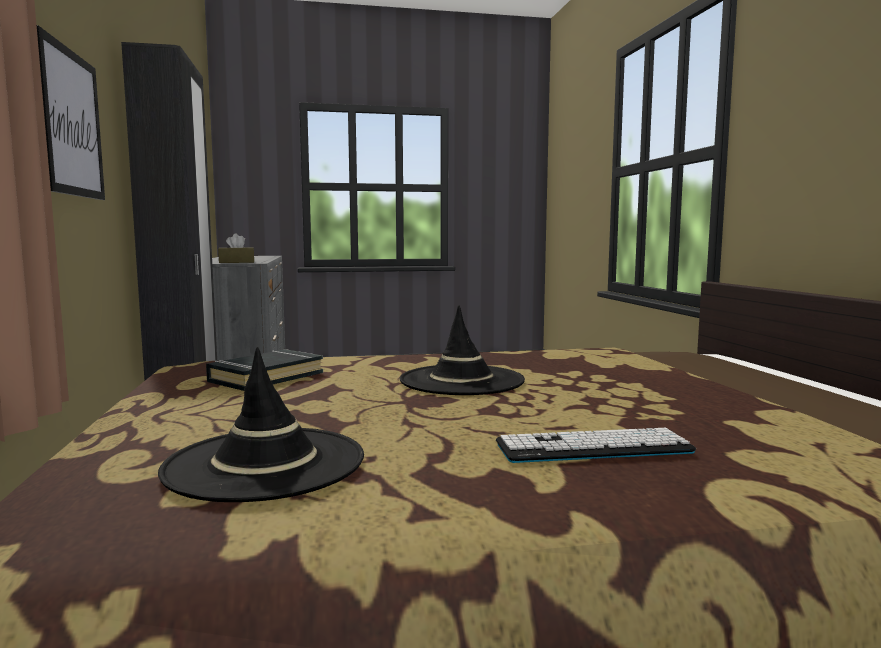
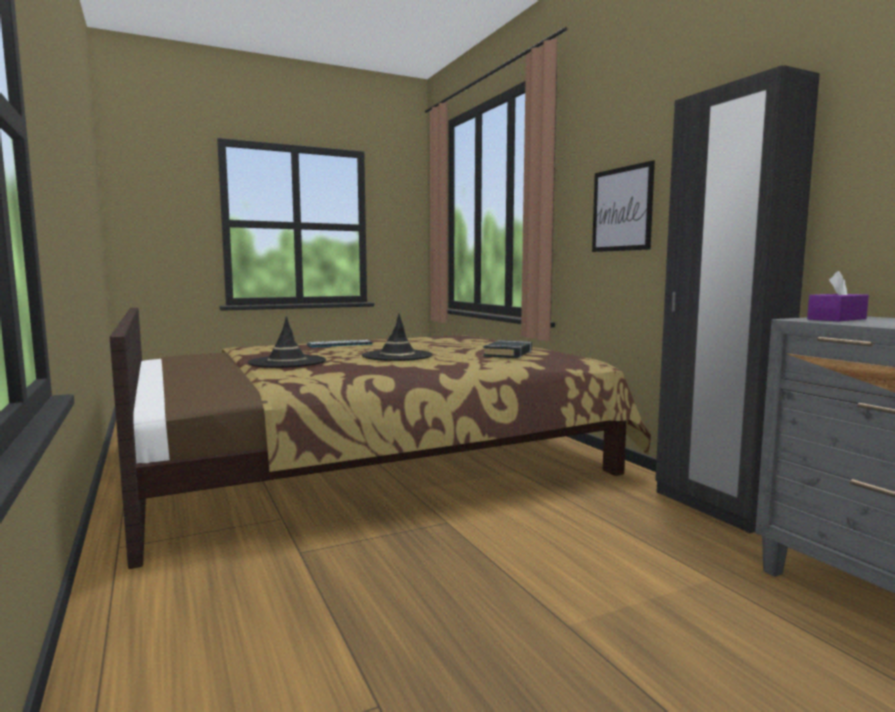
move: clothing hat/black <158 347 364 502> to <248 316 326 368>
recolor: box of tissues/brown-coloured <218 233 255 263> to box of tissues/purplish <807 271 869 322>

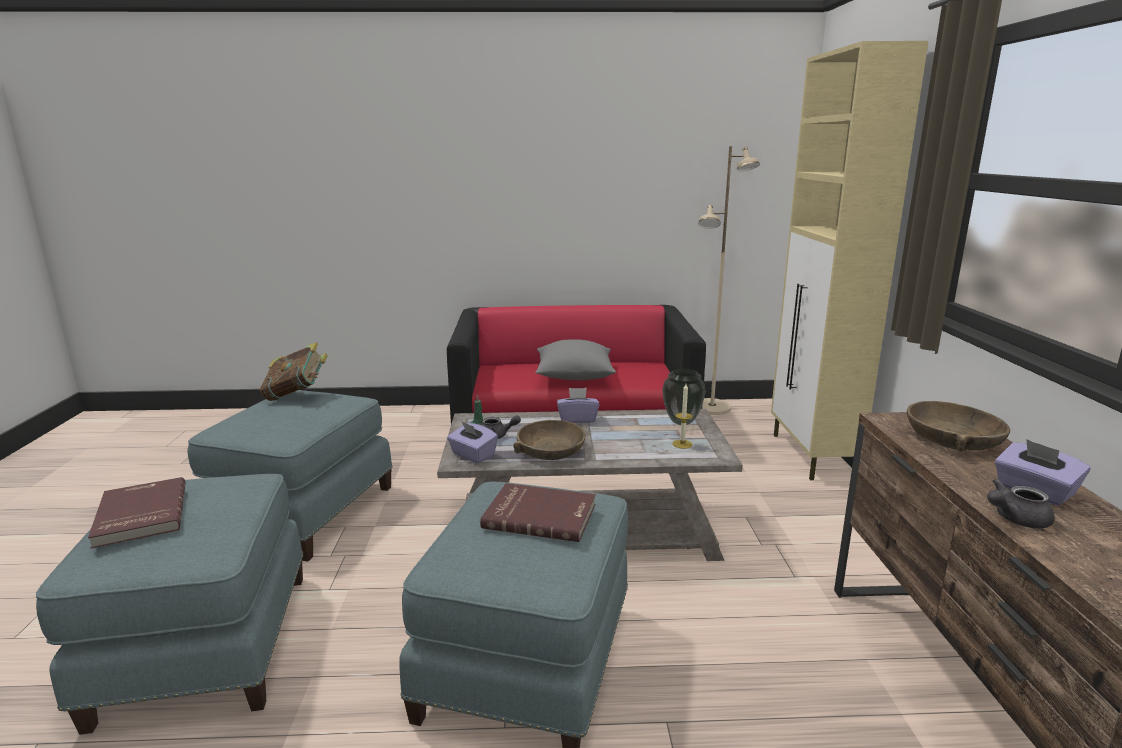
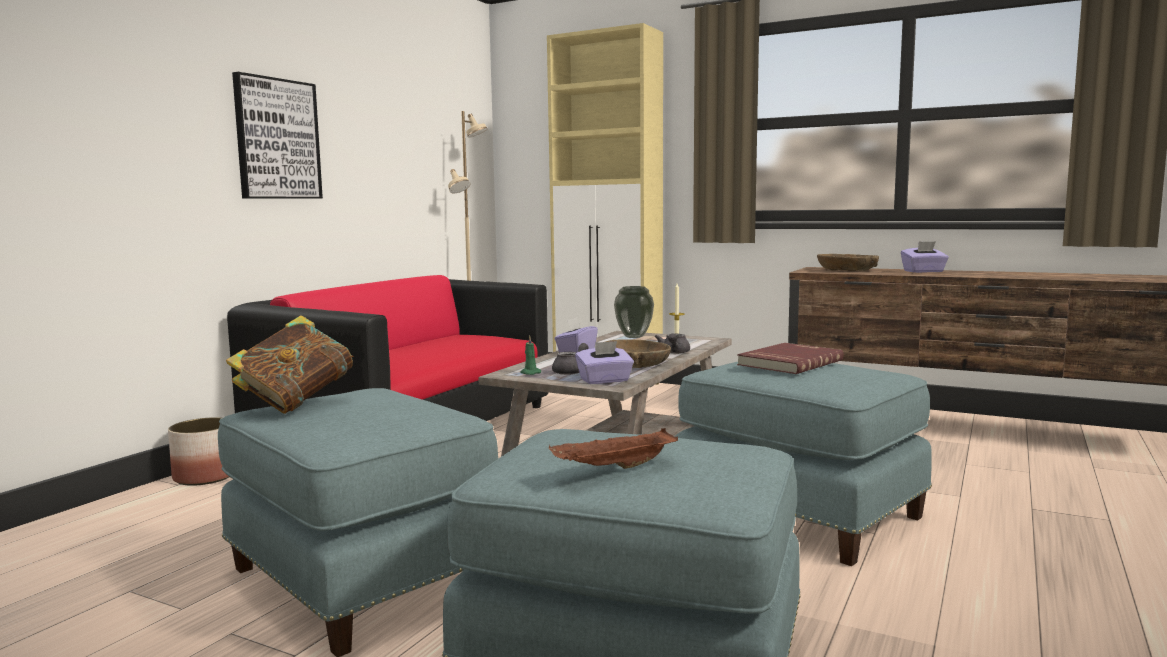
delete: pillow/grey <535 339 616 380>
insert: plant pot <168 417 229 486>; picture <232 72 323 199>
move: teapot/grey <987 479 1055 528> to <655 333 690 354>
replace: bound book/red-coloured <88 477 185 548> to serving tray/brown-coloured <549 428 678 469>

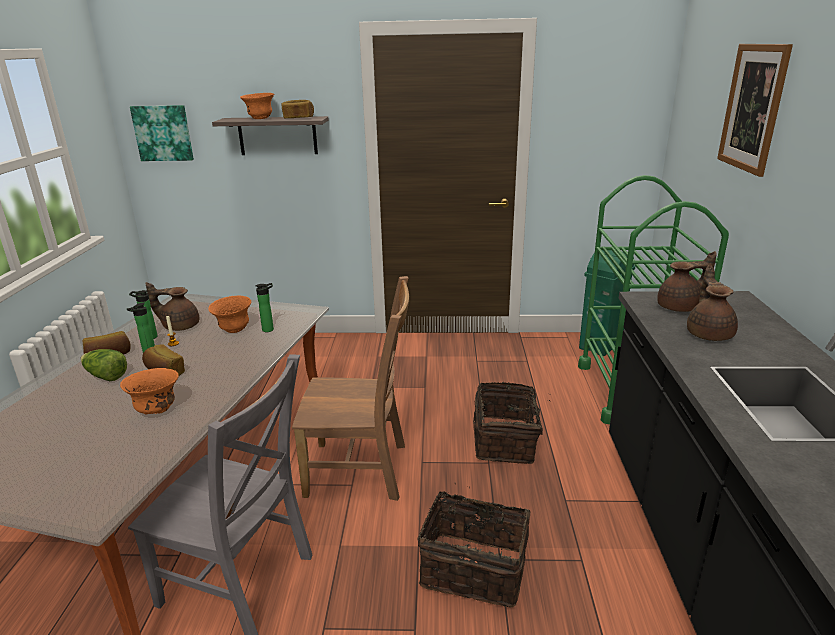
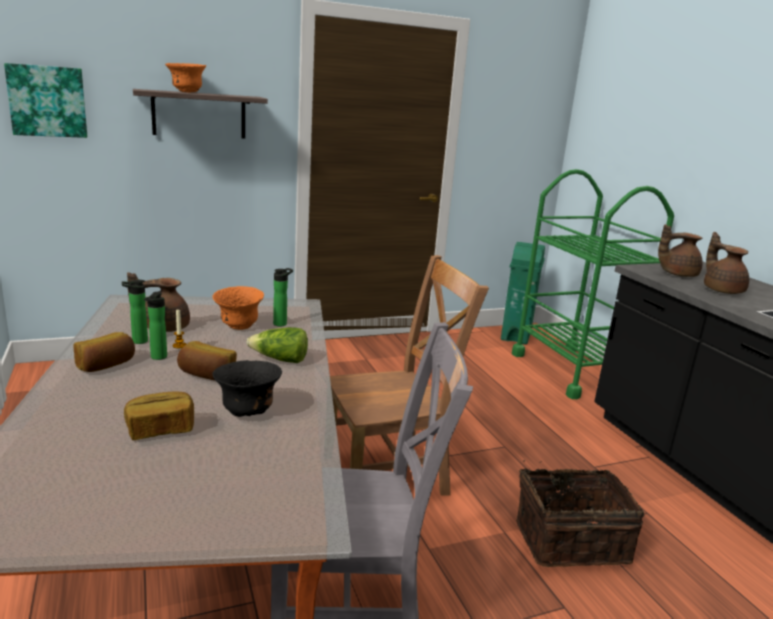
delete: storage basket <473 382 550 464>; picture <717 44 793 177>
move: lettuce head <80 349 127 381> to <246 327 308 363>; bakery bread <282 100 314 119> to <124 391 194 440>
recolor: deep dish/orange-coloured <120 368 179 414> to deep dish/black <212 360 282 417>
rotate: teapot/brown-coloured <657 251 717 312> = <658 224 703 277> 150 degrees counterclockwise

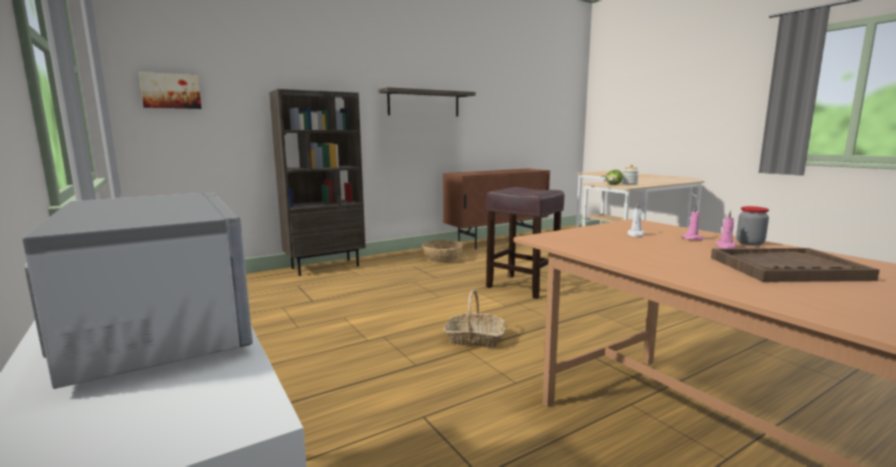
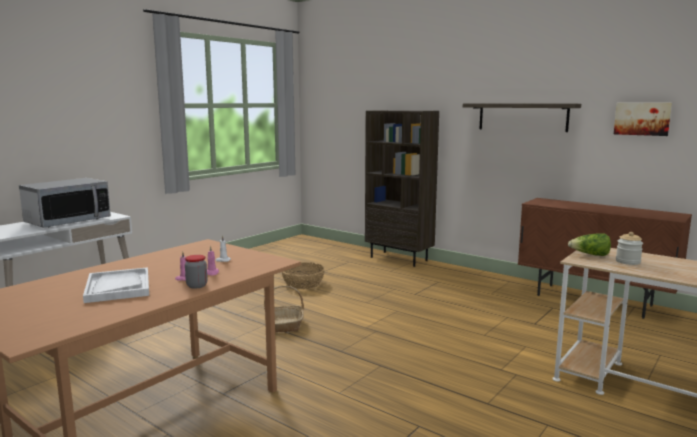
delete: stool/brown-coloured <486 187 565 299>
move: picture <139 72 202 109> to <614 103 672 136>; storage basket <422 240 463 263> to <282 262 325 289>
recolor: serving tray/brown-coloured <711 248 880 282> to serving tray/white-coloured <83 267 149 303>

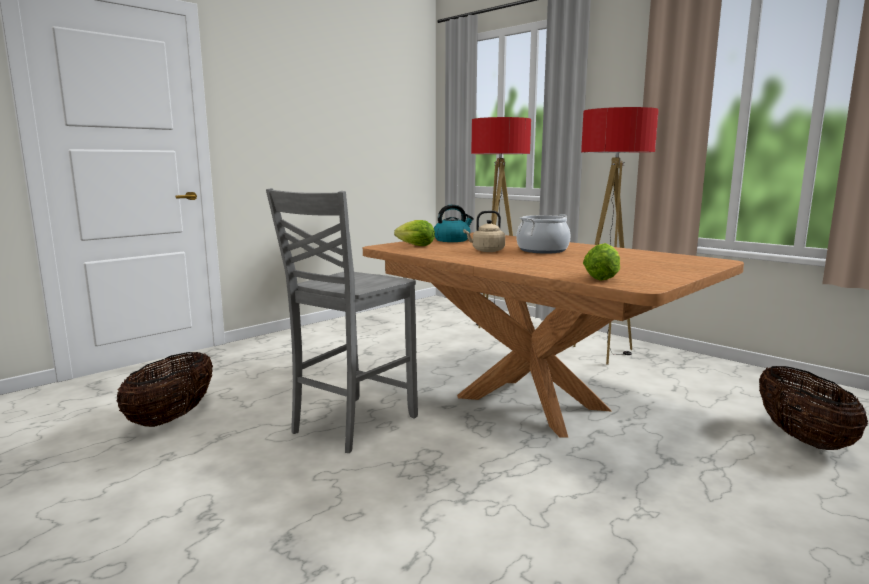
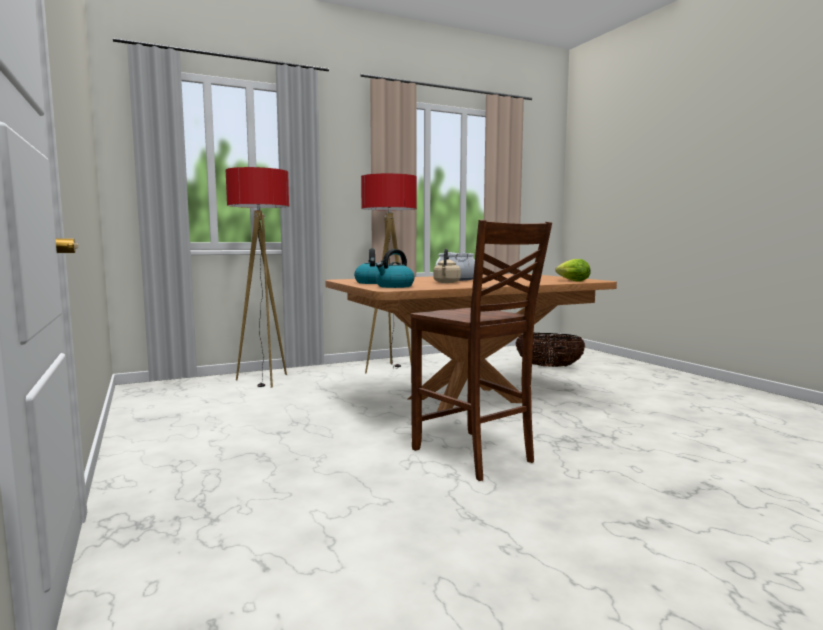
delete: storage basket <117 352 213 427>
replace: lettuce head <394 220 435 246> to kettle <375 249 415 288>
recolor: upright chair/grey <266 188 418 453> to upright chair/brown-coloured <410 220 552 481>

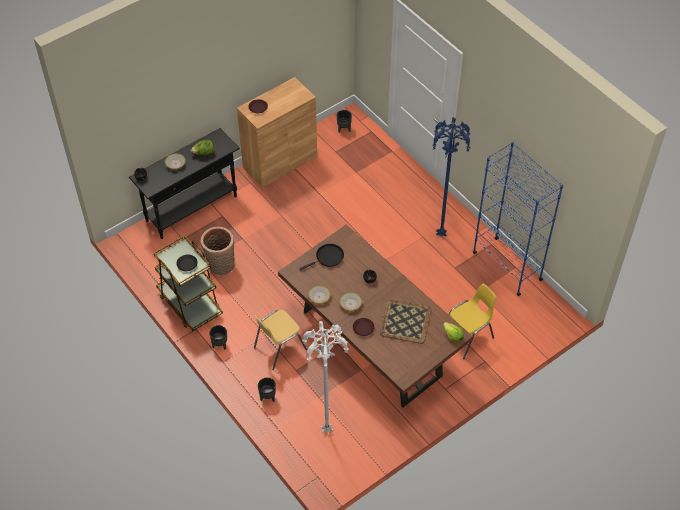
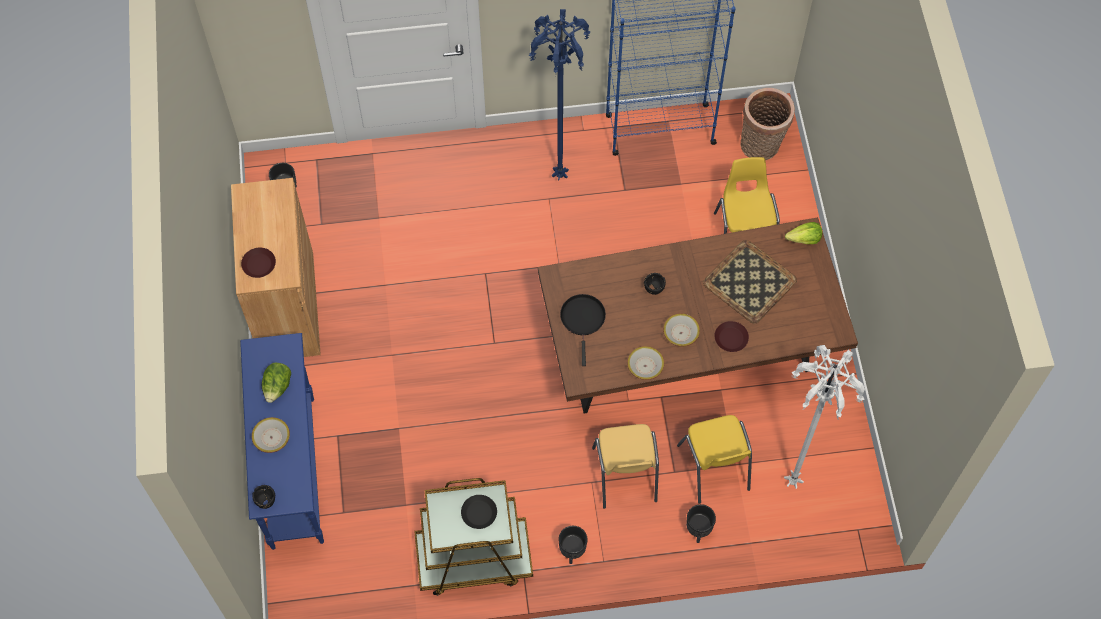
insert: upright chair/yellow <677 415 752 504>
move: storage basket <201 226 235 275> to <741 88 795 160>
recolor: hall table/black <129 128 240 239> to hall table/blue <240 333 324 550>

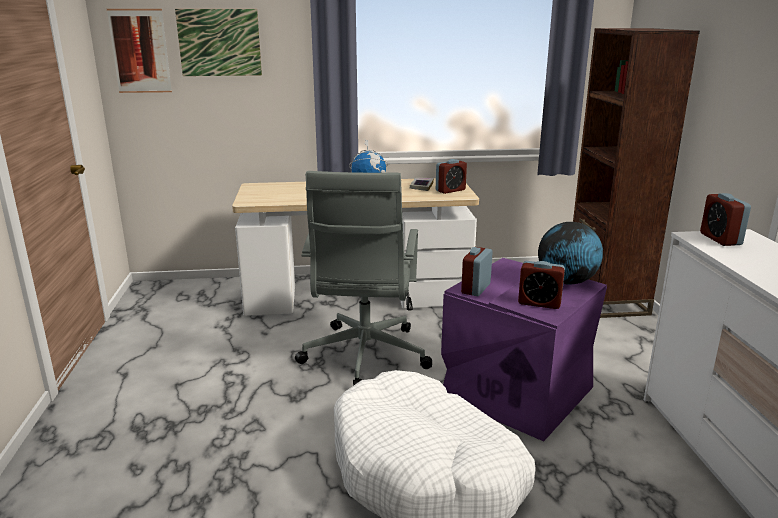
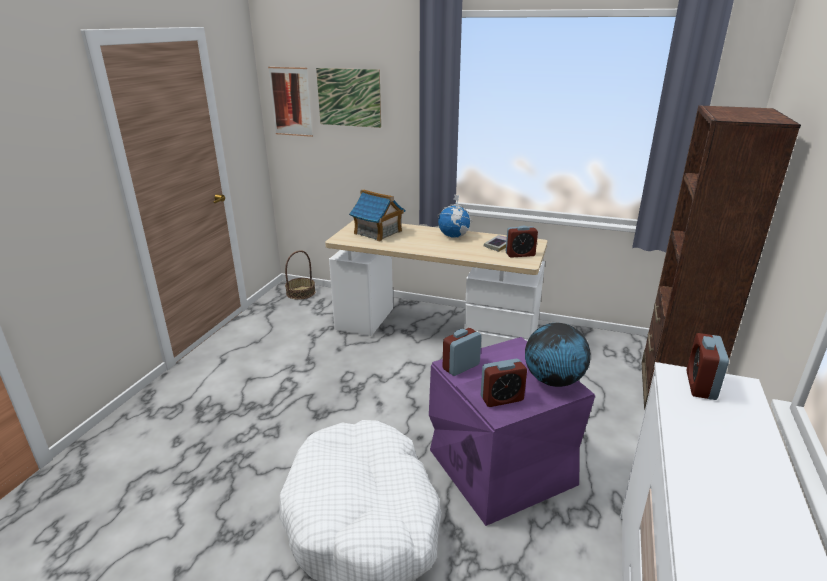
delete: computer chair/grey <295 171 432 386>
insert: storage basket <285 250 316 300>; miniature house <349 189 405 242>
rotate: alarm clock <518 261 565 309> = <481 359 527 407> 60 degrees counterclockwise

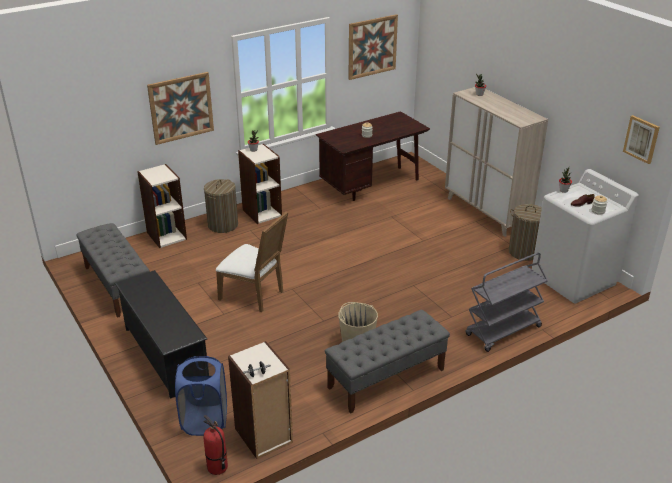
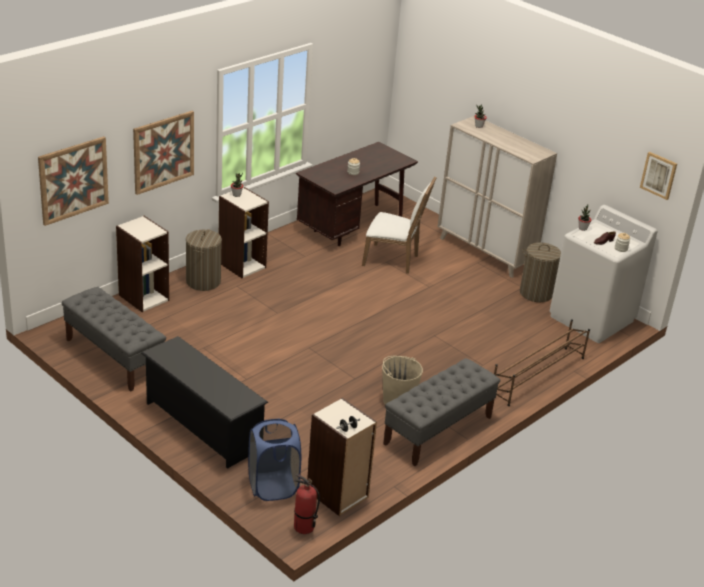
move: upright chair/white-coloured <216 211 288 312> to <362 177 437 274>; picture <349 14 398 80> to <38 136 109 226>
replace: trolley/grey <465 252 548 352> to shoe stand/brown-coloured <494 319 590 406>

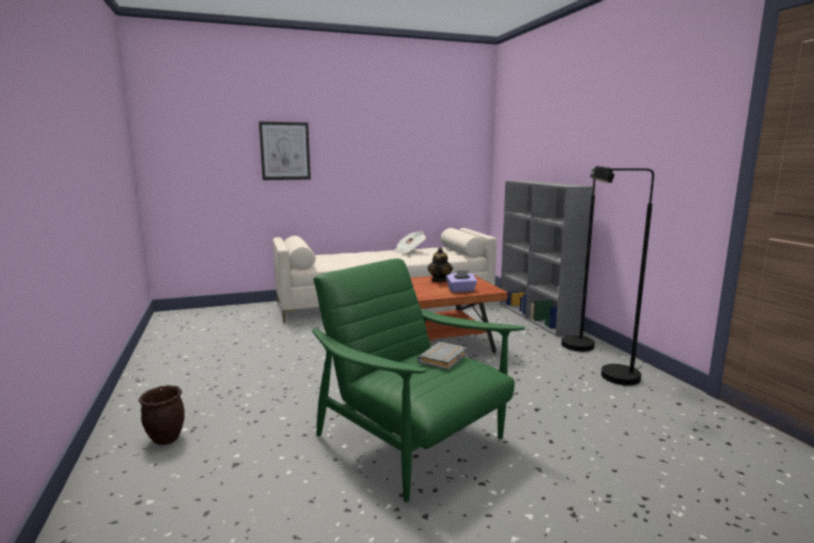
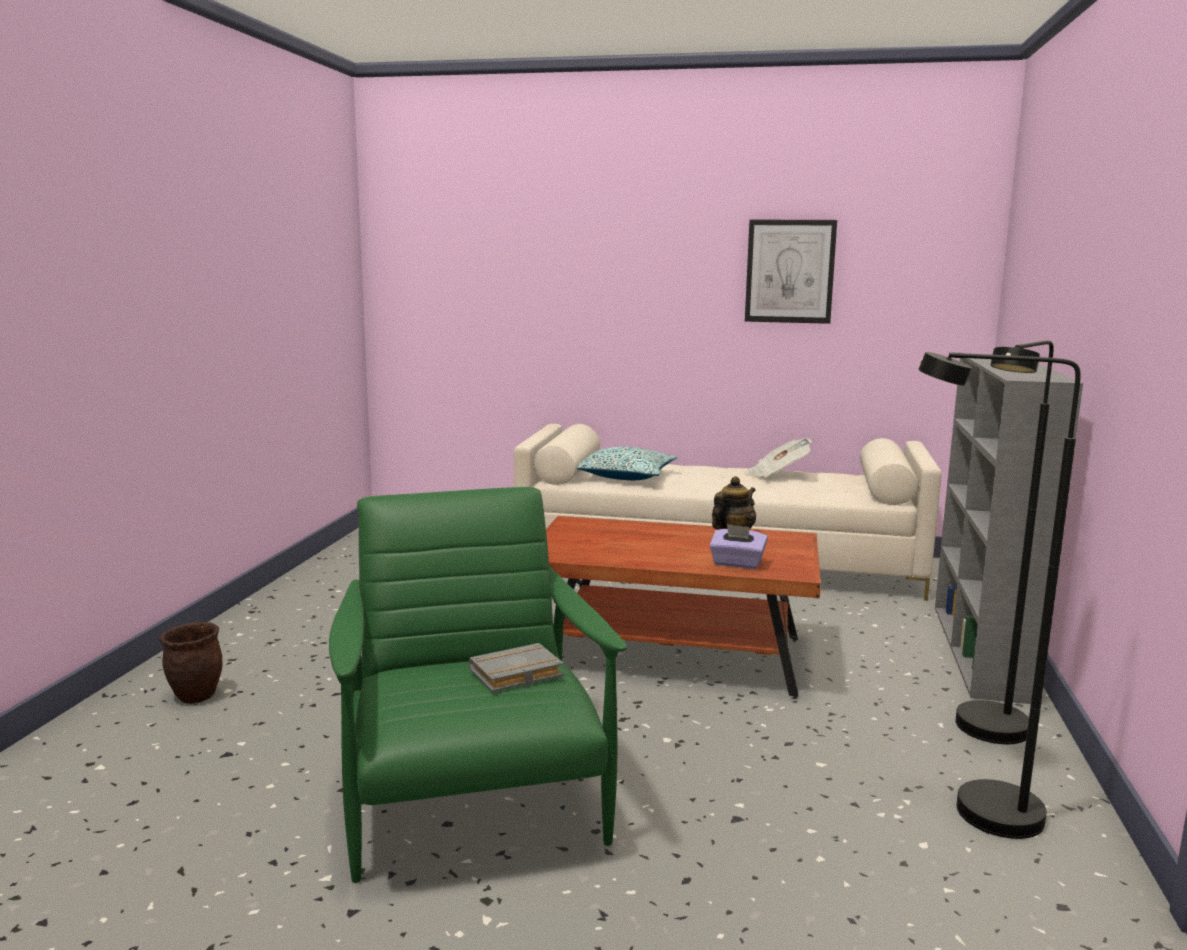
insert: pillow <577 447 677 480>
move: picture <259 121 311 180> to <745 219 837 324>

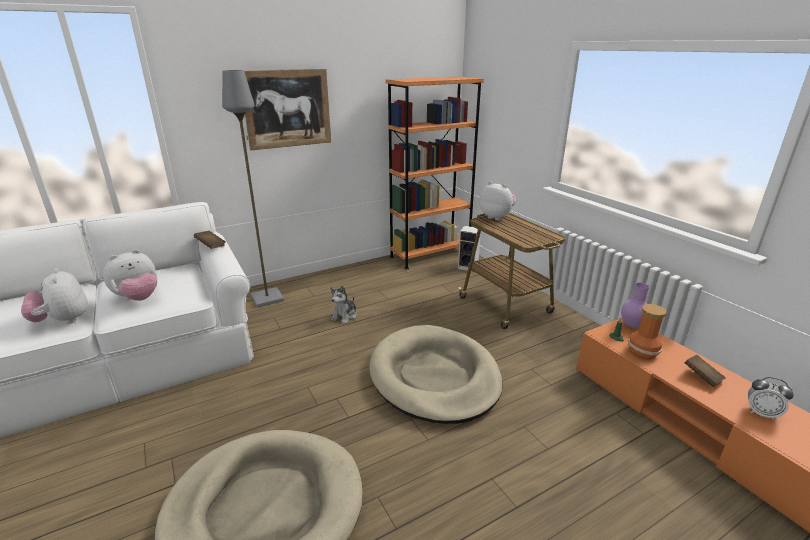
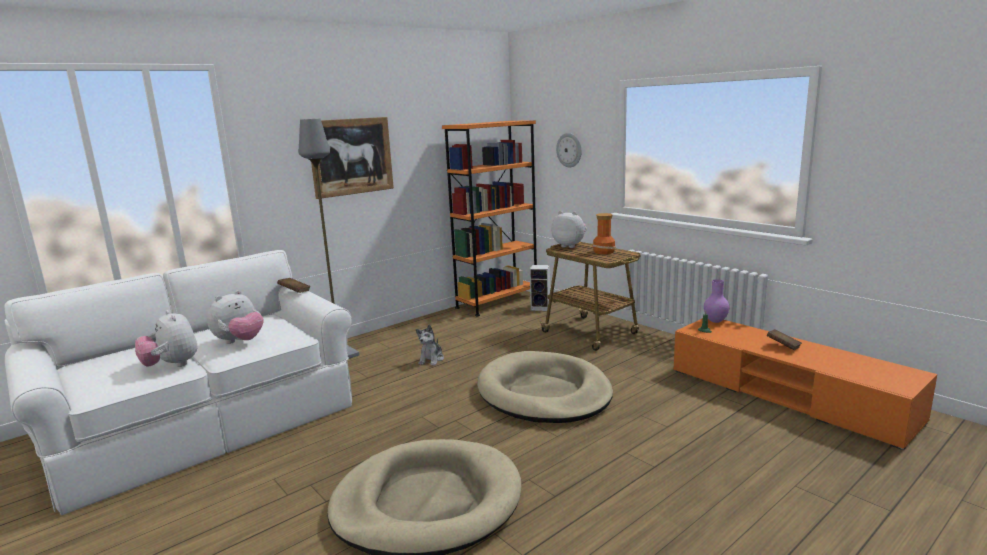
delete: alarm clock <748 377 794 420>
insert: wall clock <556 133 582 167>
move: decorative vase <628 304 667 360> to <592 213 616 254>

